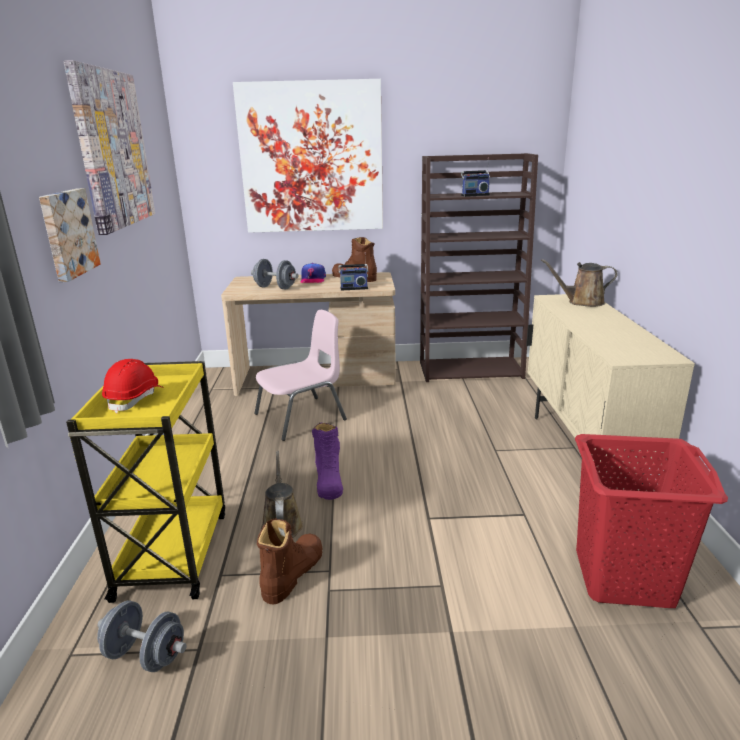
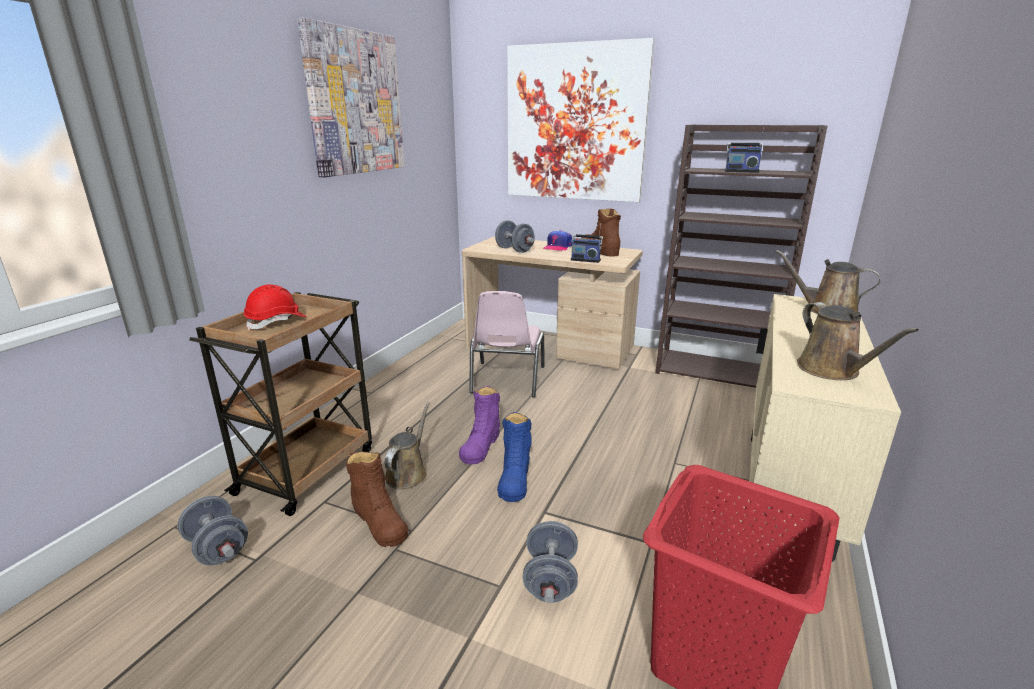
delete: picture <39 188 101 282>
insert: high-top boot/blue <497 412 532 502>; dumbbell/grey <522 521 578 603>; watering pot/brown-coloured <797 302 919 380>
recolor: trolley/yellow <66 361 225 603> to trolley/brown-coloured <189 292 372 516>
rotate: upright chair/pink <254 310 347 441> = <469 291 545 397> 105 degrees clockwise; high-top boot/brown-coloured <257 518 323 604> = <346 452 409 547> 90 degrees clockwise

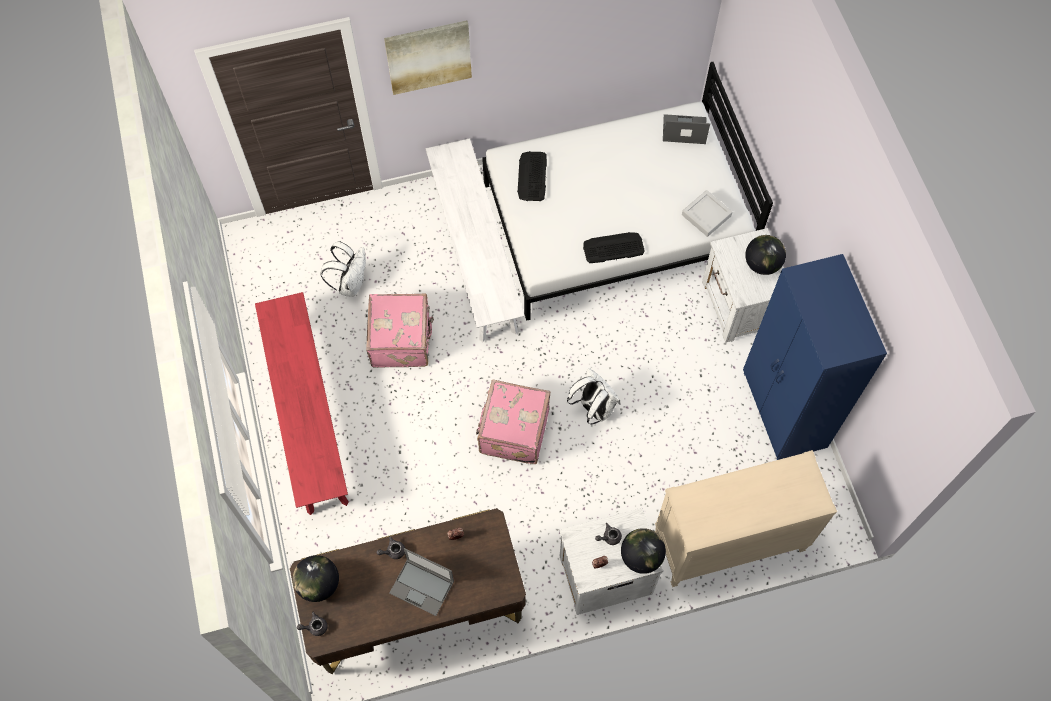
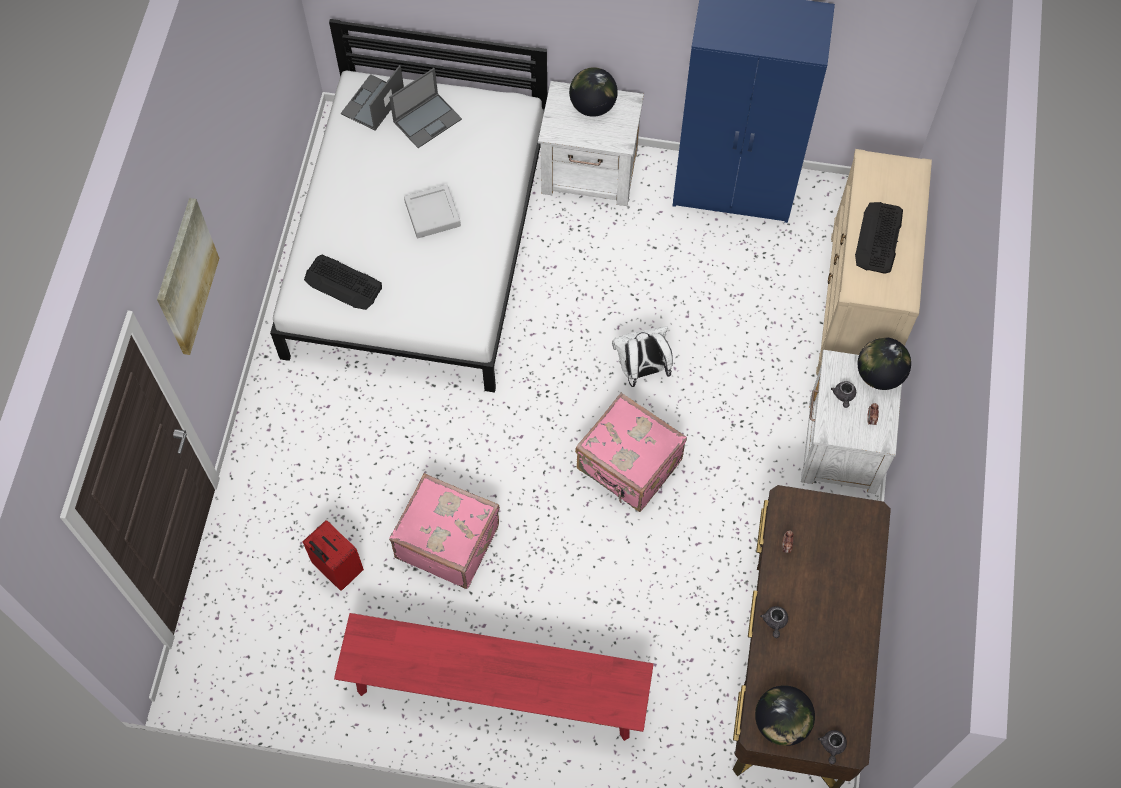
delete: long seat/white-coloured <425 138 524 342>
move: laptop <389 548 454 616> to <389 68 462 148>; keyboard <583 232 645 263> to <855 202 903 274>; serving tray/grey <682 190 732 237> to <404 184 461 238>
replace: rucksack/white-coloured <320 241 366 297> to suitcase/red-coloured <303 520 364 591>

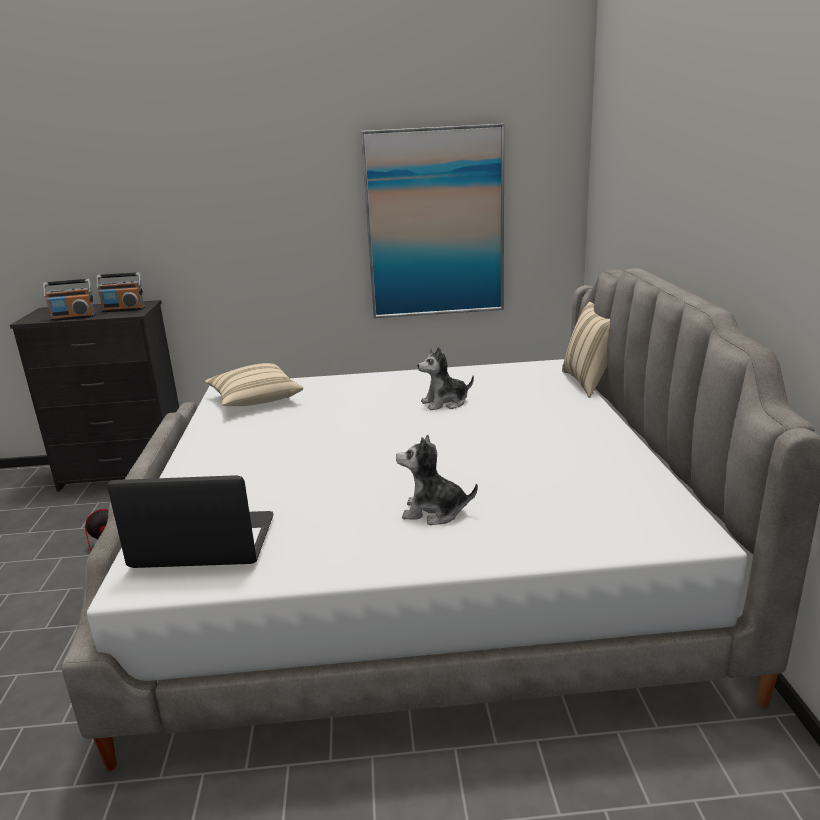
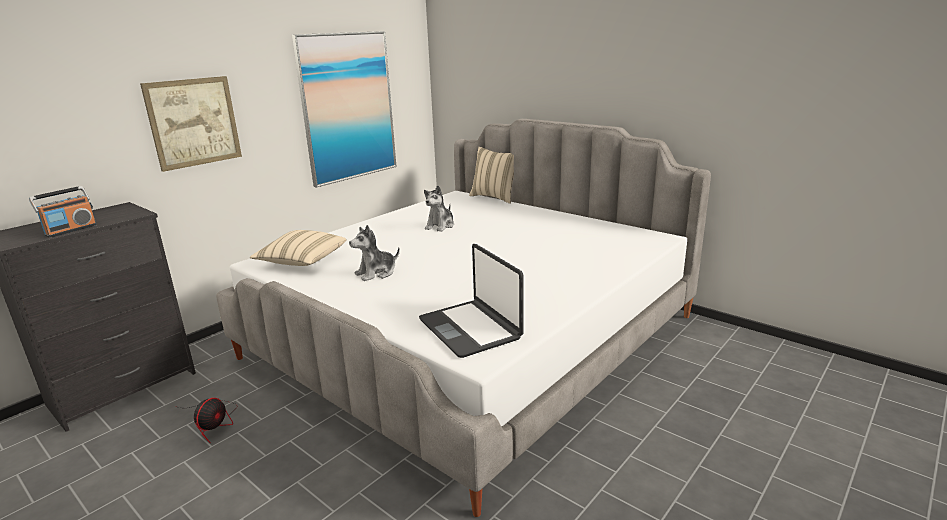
delete: radio <97 272 145 312>
insert: picture <140 76 242 172>
move: plush toy <396 435 478 525> to <349 225 400 281>
rotate: laptop <108 475 274 568> = <419 244 524 358> 75 degrees counterclockwise

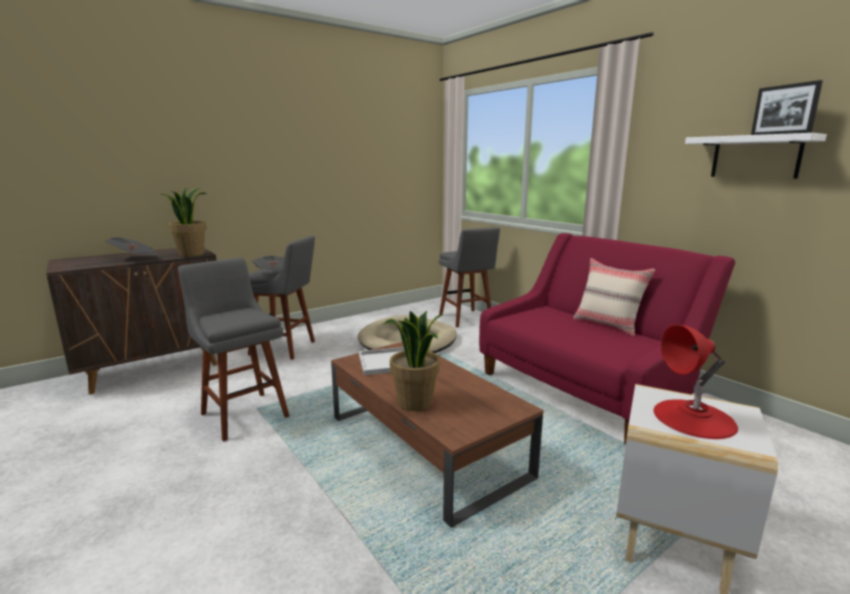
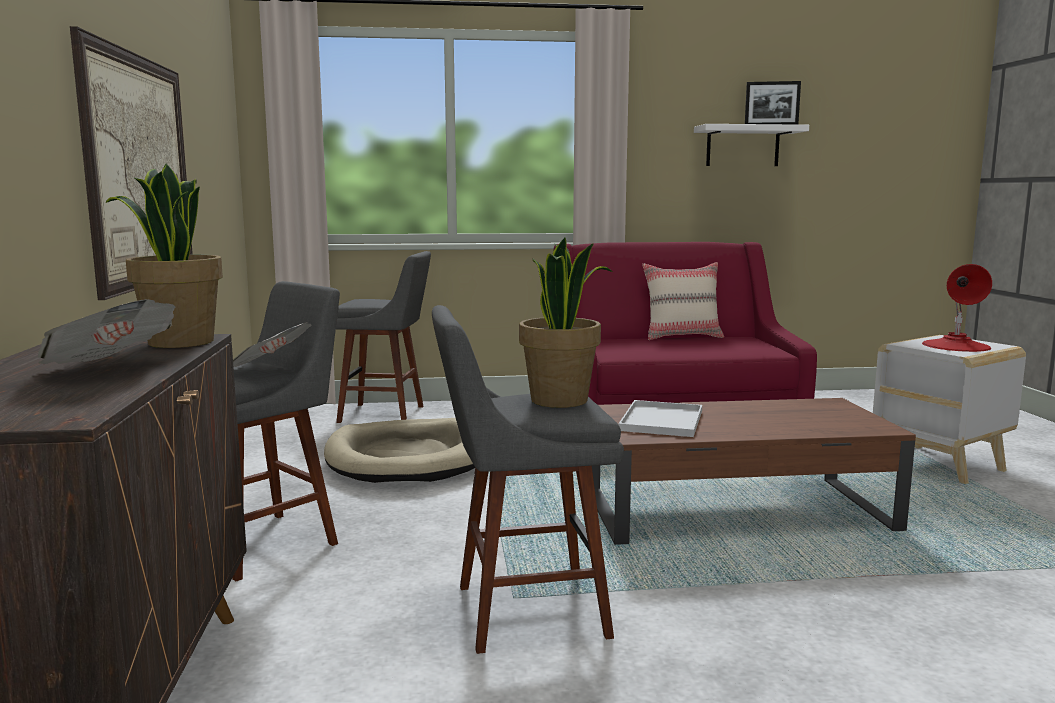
insert: picture <70 26 193 300>
move: houseplant <383 311 443 411> to <519 238 612 408>

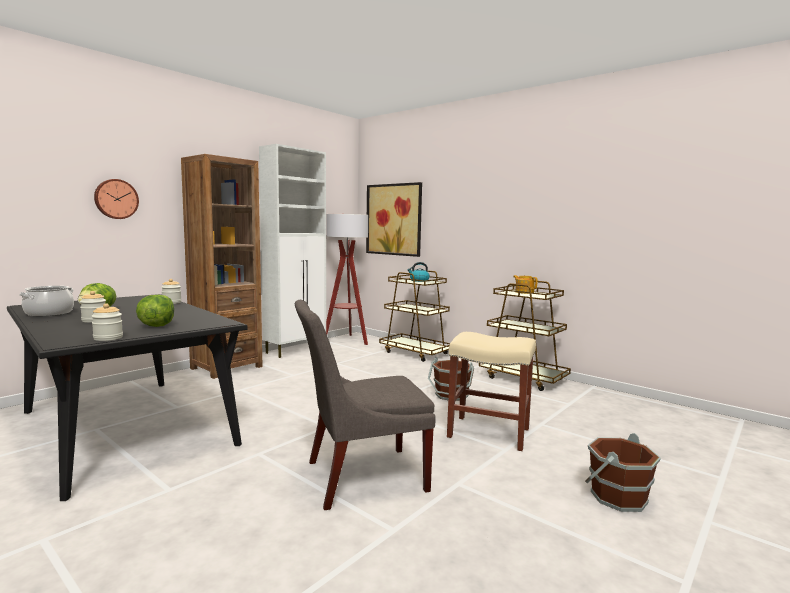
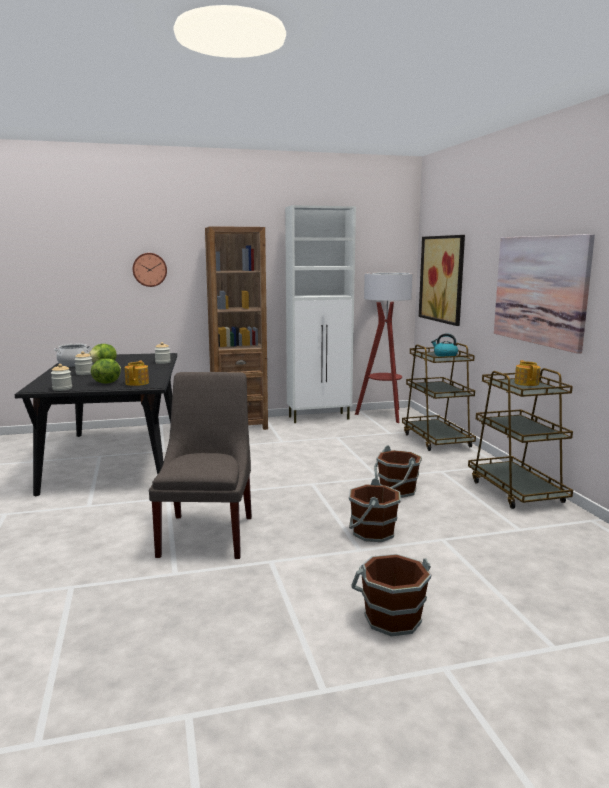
insert: teapot <125 361 149 386>; picture <494 234 595 354>
replace: stool/beige <447 332 536 451> to bucket/brown-coloured <349 478 401 542>
rotate: upright chair/grey <295 300 436 510> = <149 372 252 559> 75 degrees clockwise

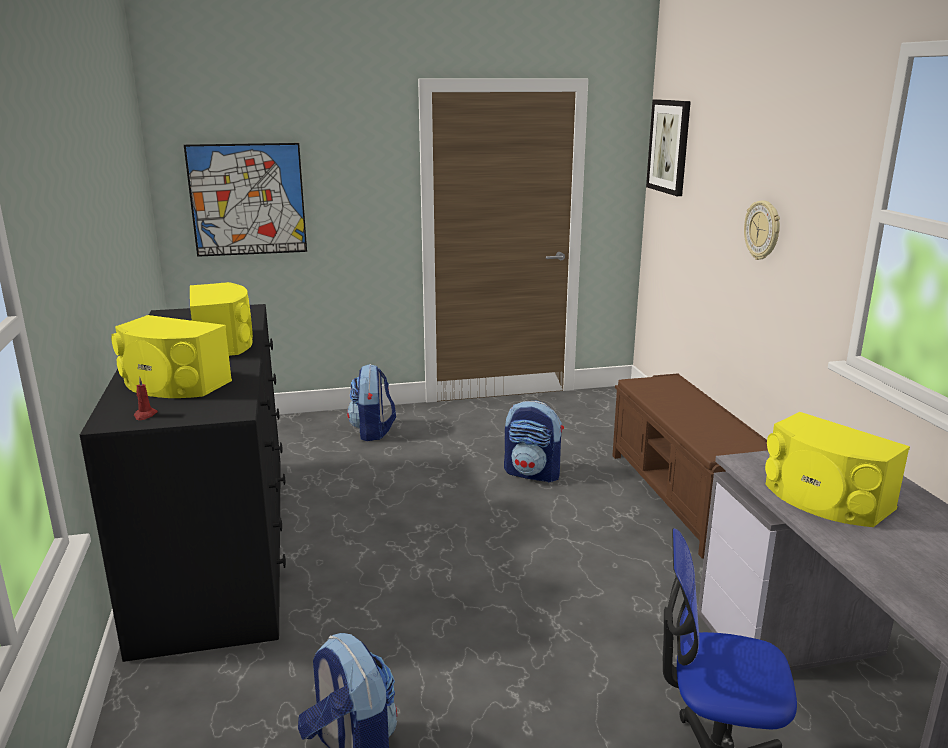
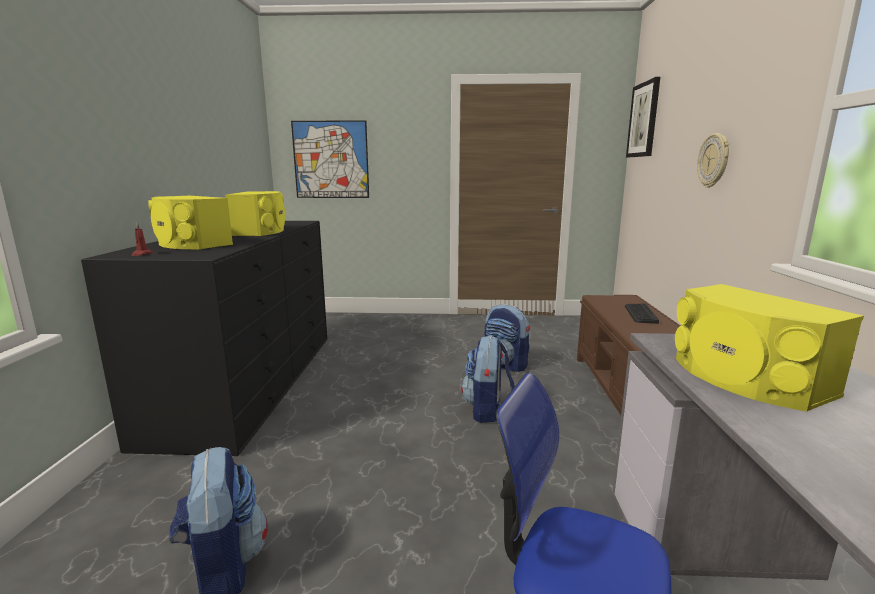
insert: keyboard <625 304 659 324>
move: rucksack <347 364 396 441> to <461 335 515 423>

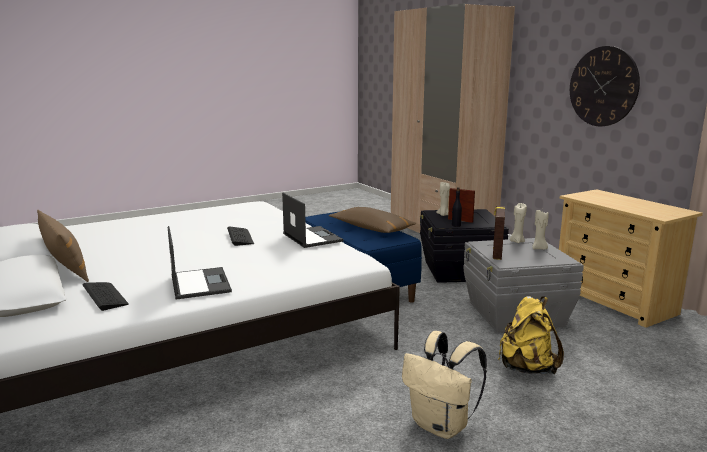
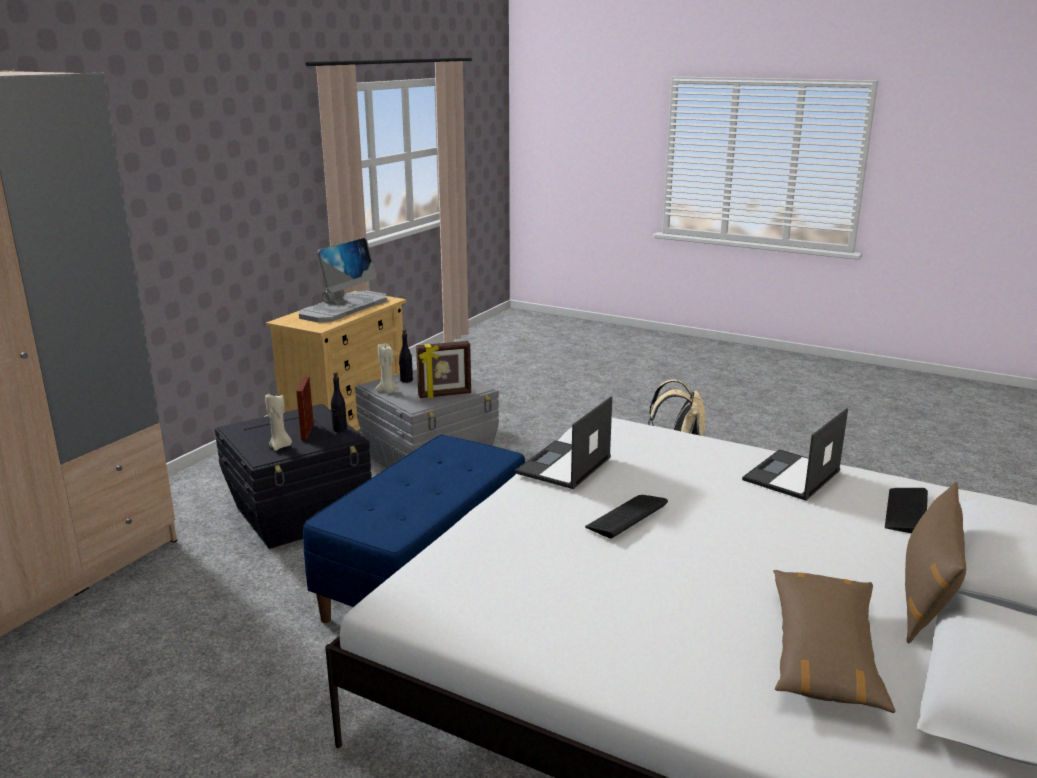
delete: rucksack/yellow <498 296 564 374>; wall clock <570 46 640 126>
insert: computer screen <299 238 387 323>
move: pillow/brown-coloured <329 207 417 233> to <773 570 895 713>
replace: candle/beige <532 210 549 249> to beverage bottle/black <399 329 413 383>

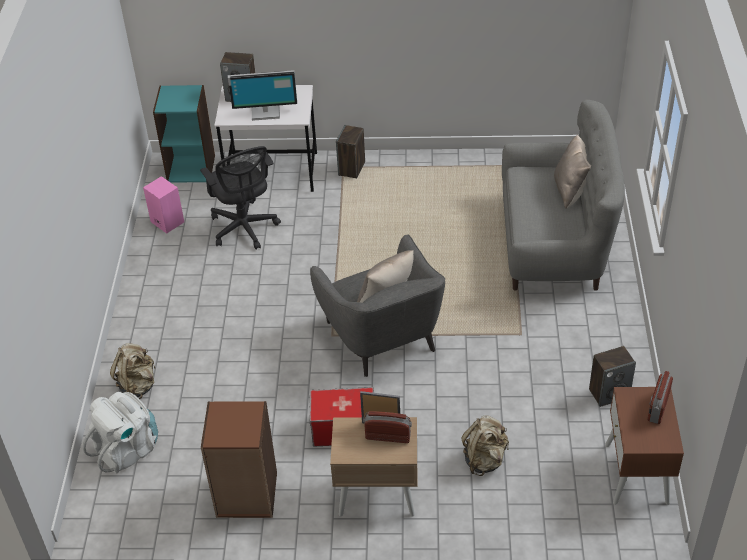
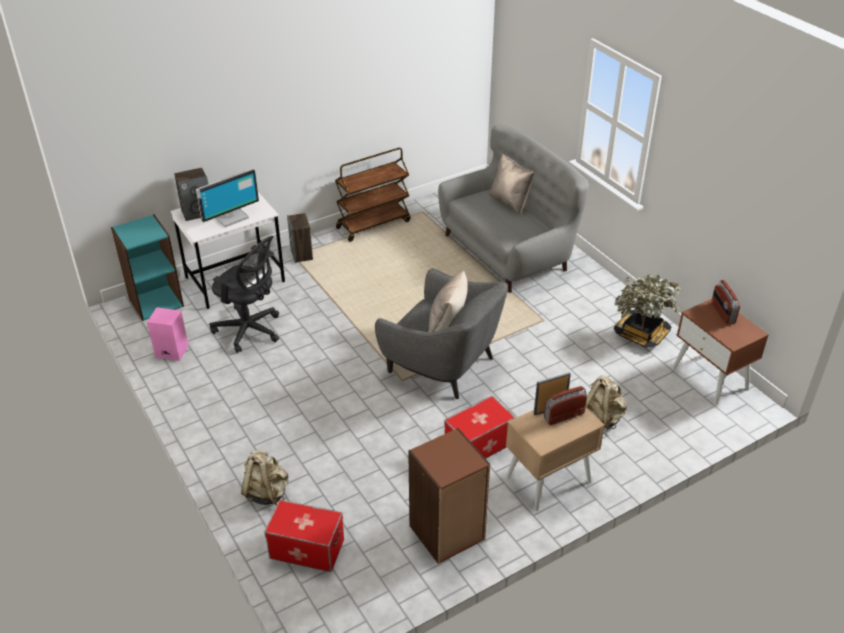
insert: trolley/brown-coloured <335 148 411 242>
replace: rucksack/white-coloured <82 392 158 473> to storage container <264 500 344 572>; audio speaker <589 346 636 407> to houseplant <613 274 680 347>

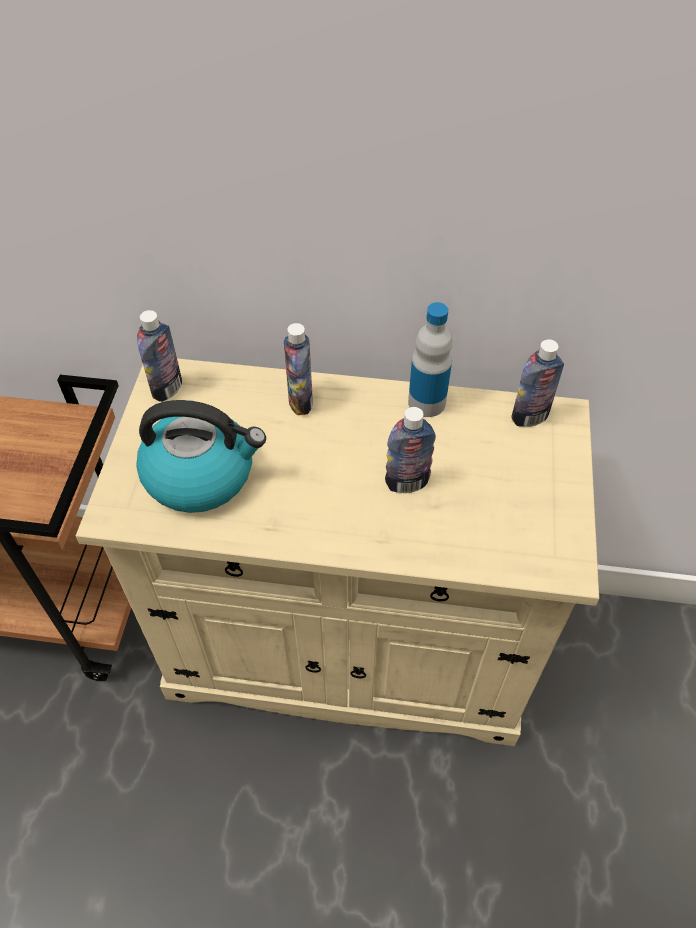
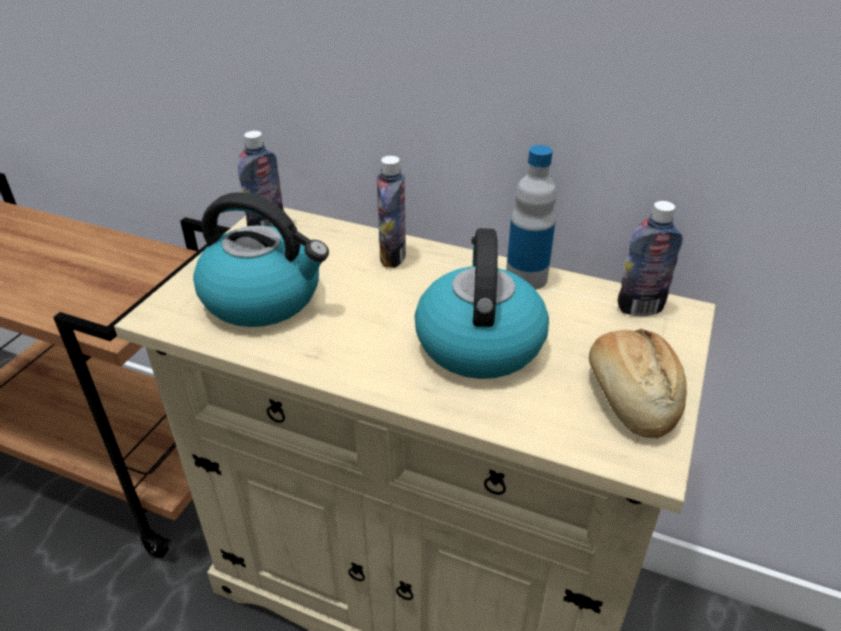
insert: bakery bread <589 329 687 439>
replace: beverage bottle <385 407 436 493> to kettle <415 228 549 379>

